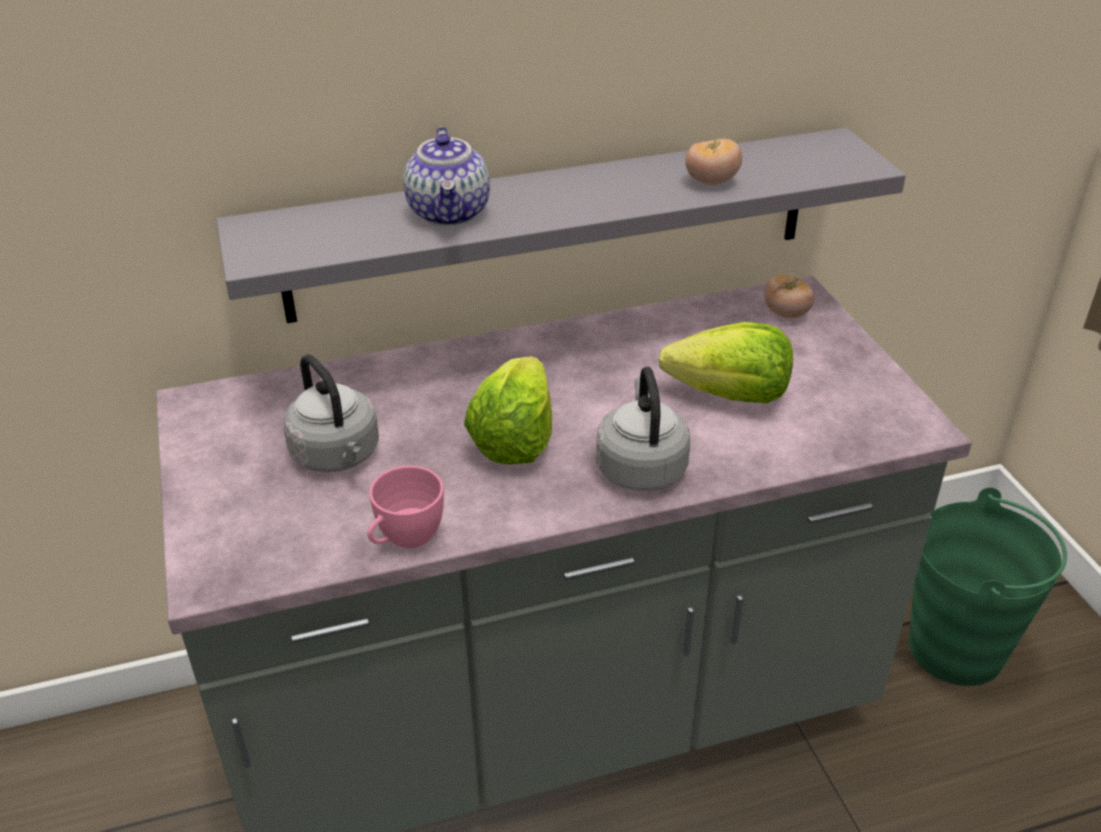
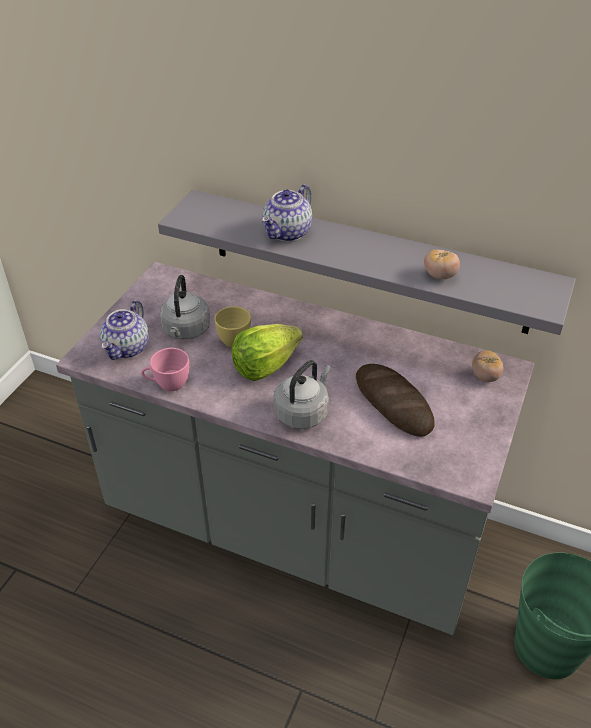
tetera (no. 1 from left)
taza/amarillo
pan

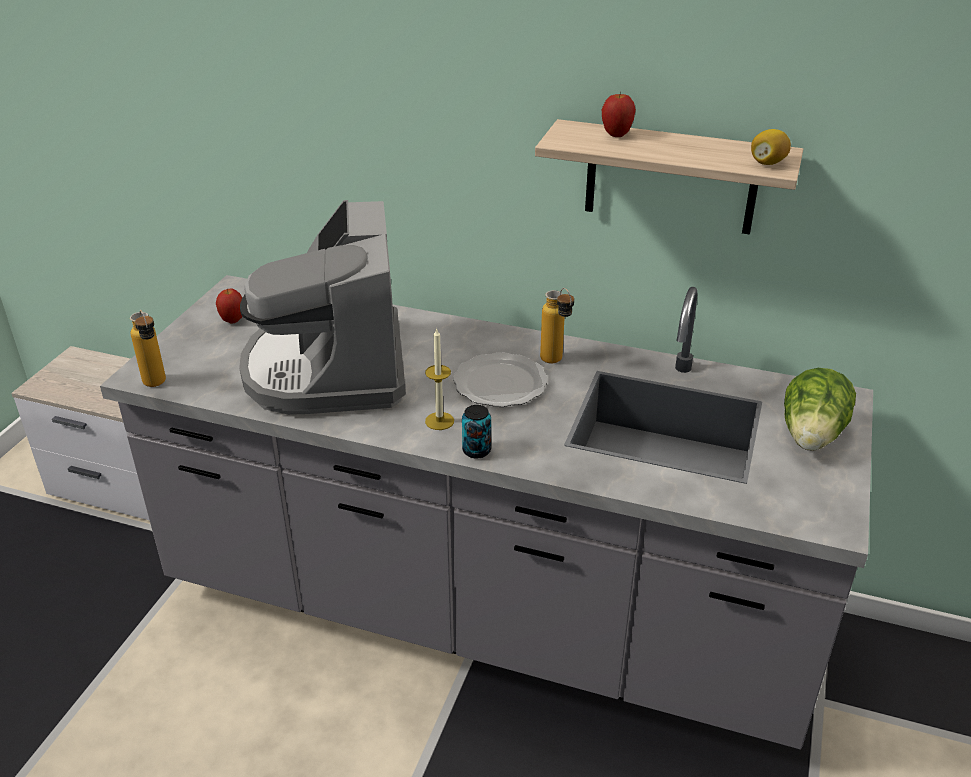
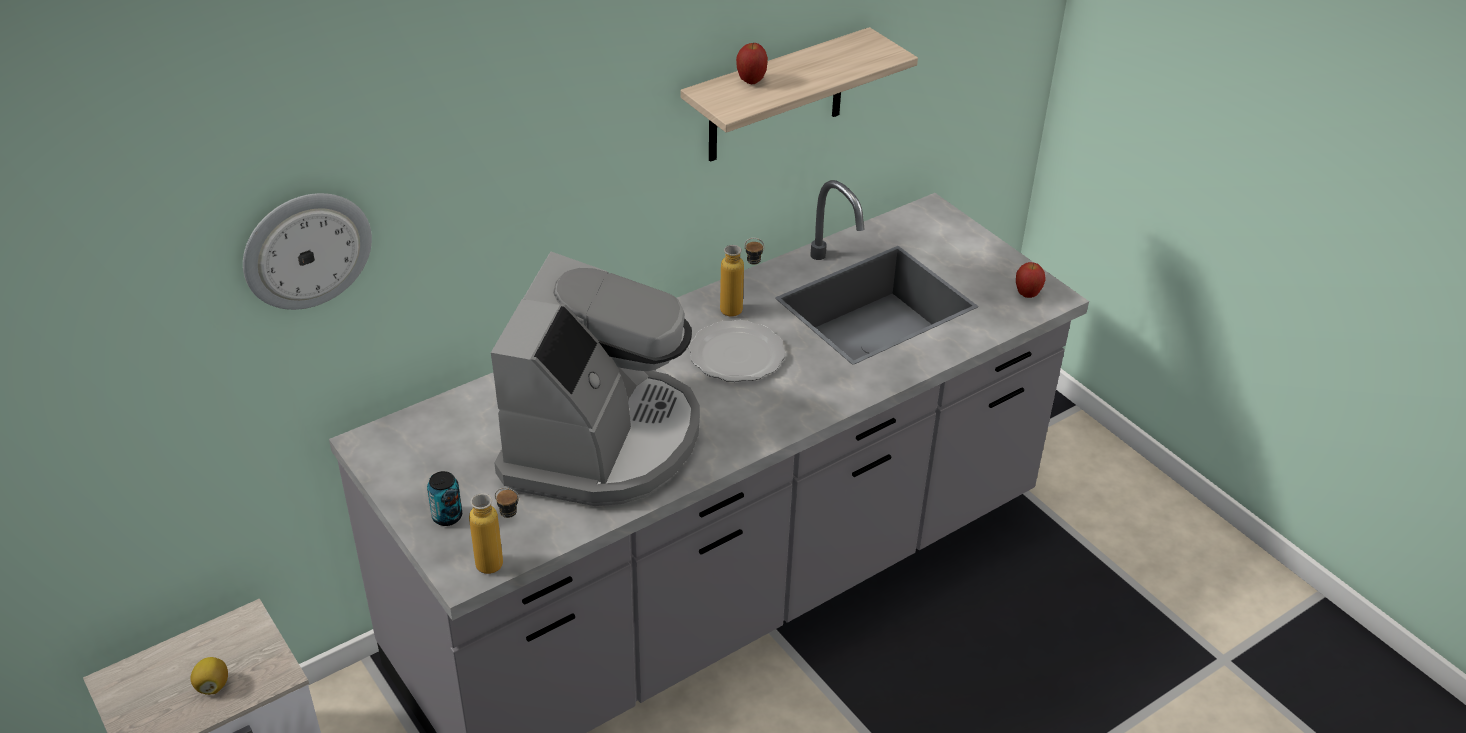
limón
reloj de pared
lata
cafetera
manzana (no. 2 from left)
vela
lechuga

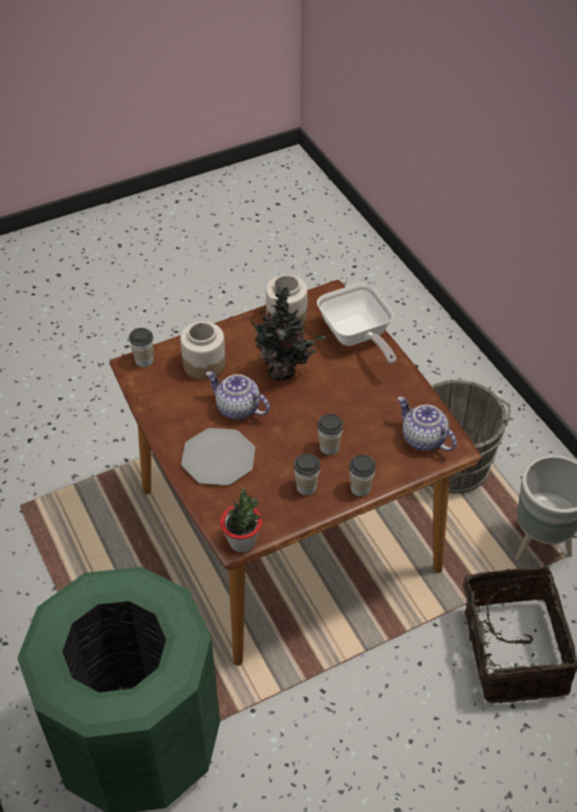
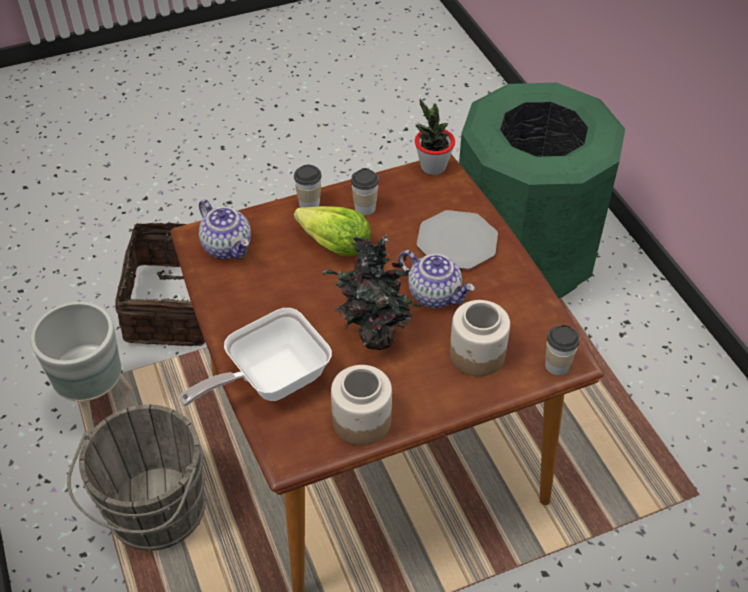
sartén
lechuga

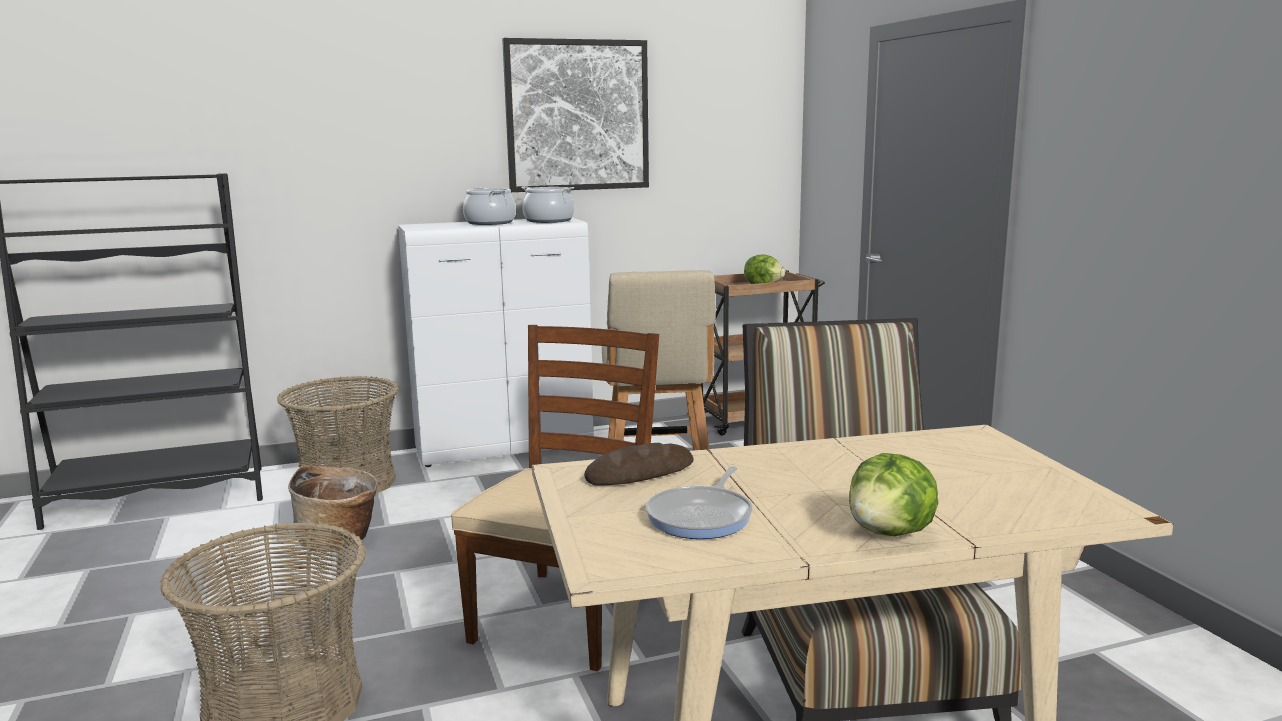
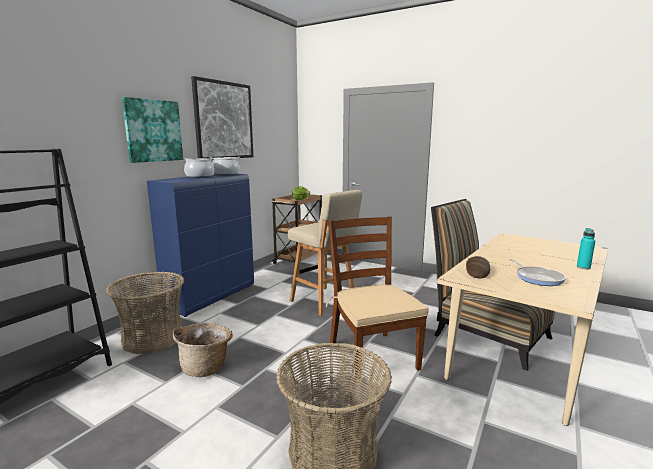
cuadro (no. 1 from left)
armario/azul
botella/turquesa

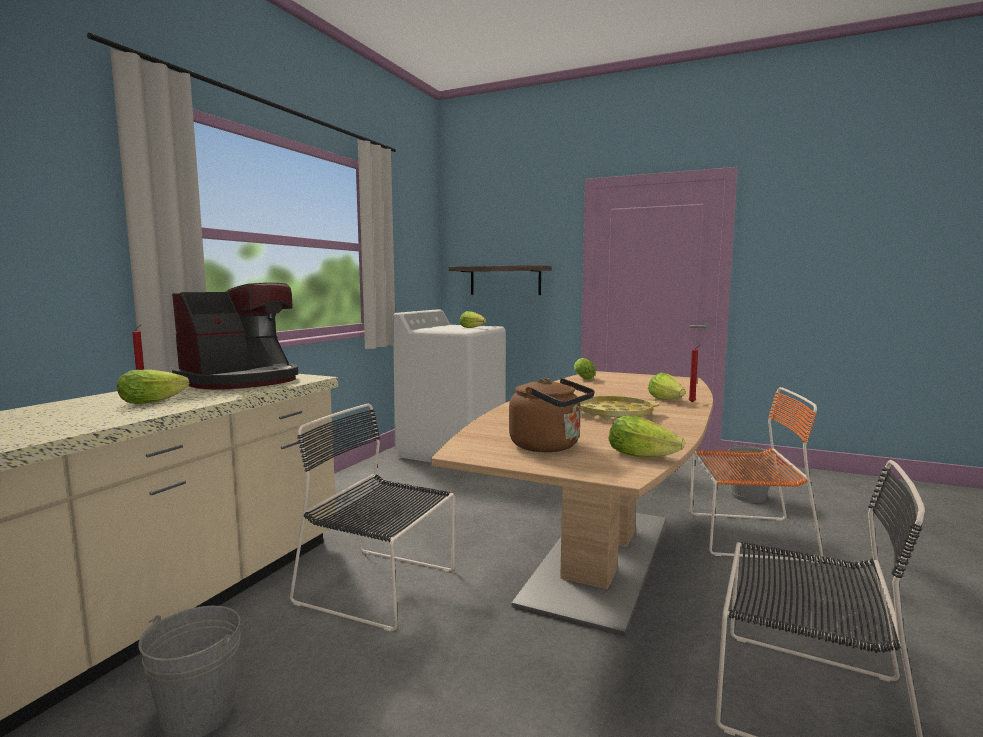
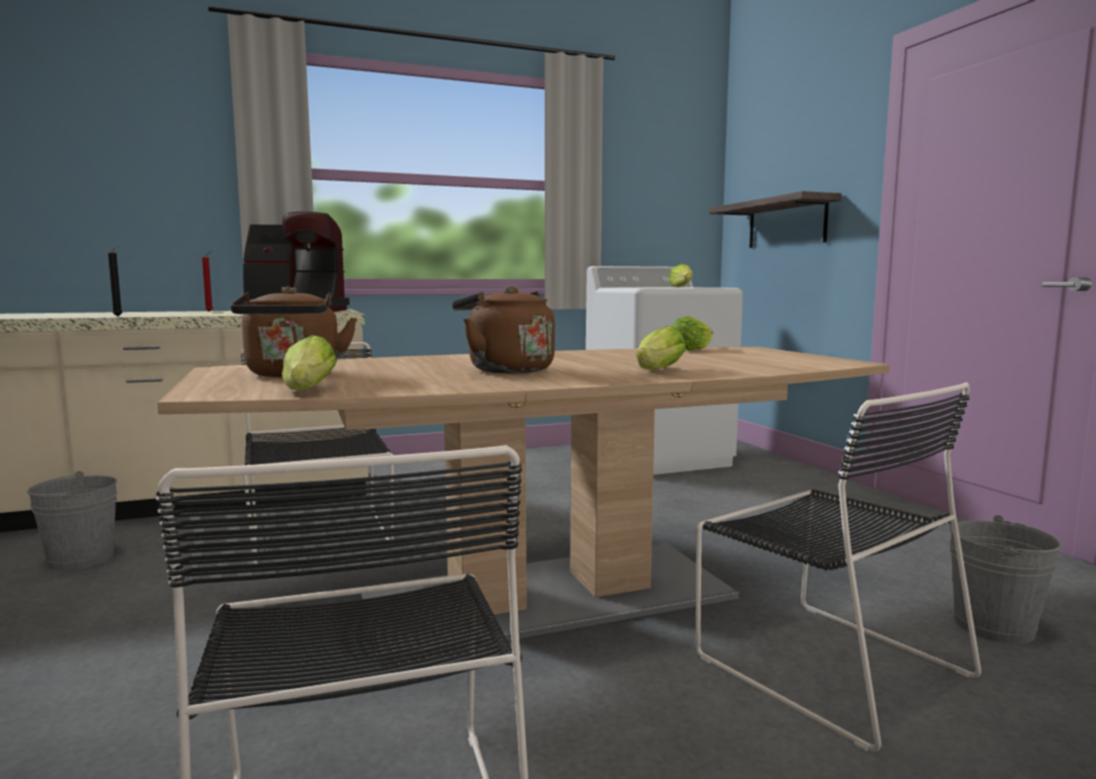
vela/negro
hervidor/marrón (no. 2 from left)
silla/negro (no. 3 from left)
lechuga (no. 1 from left in the first image)
vela/rojo (no. 2 from left in the first image)

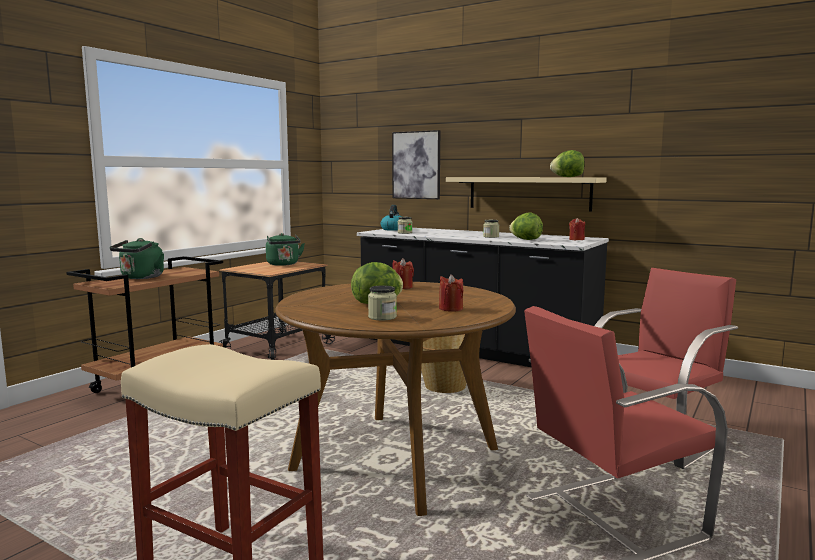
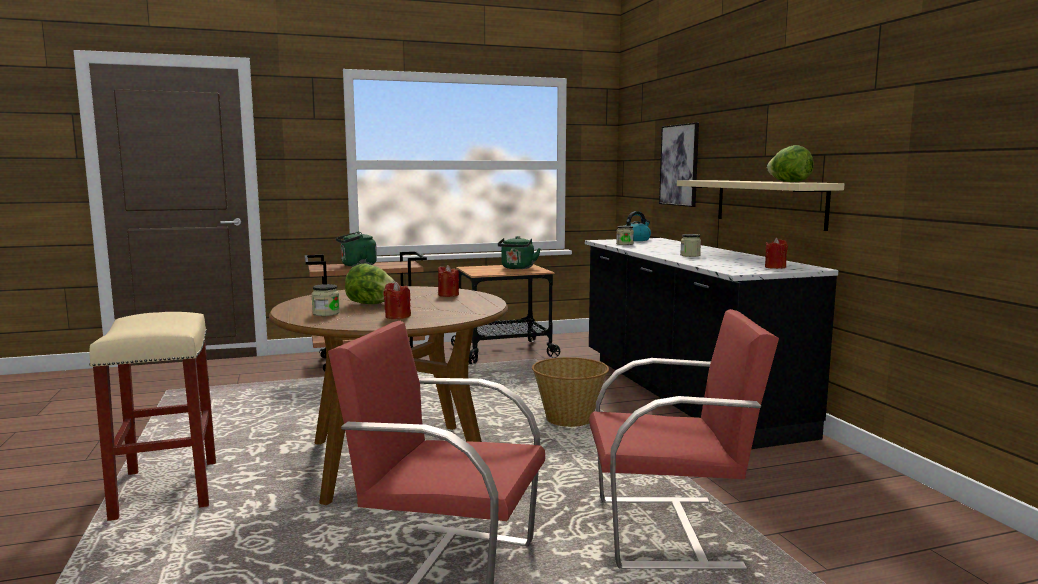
lechuga (no. 2 from left in the first image)

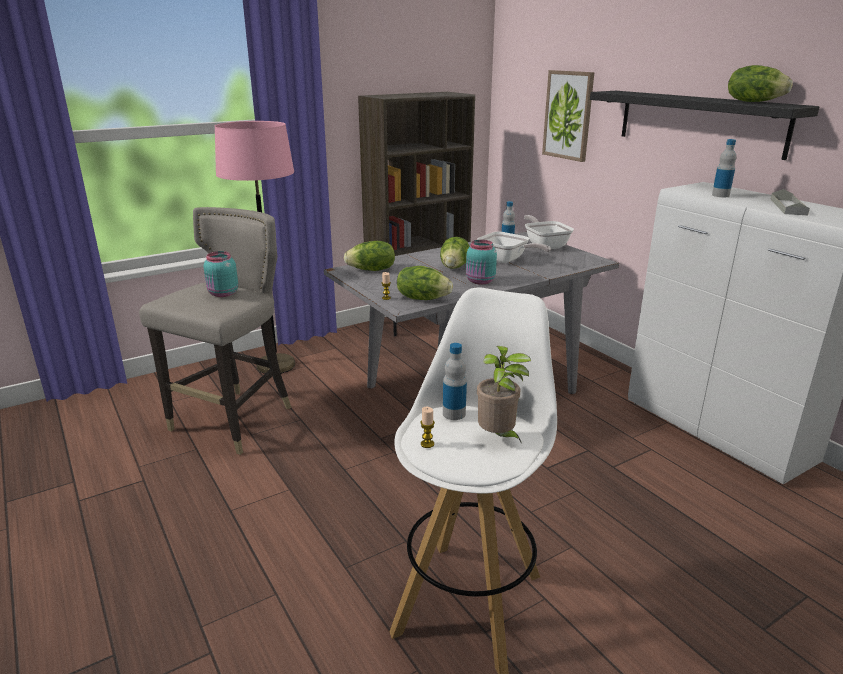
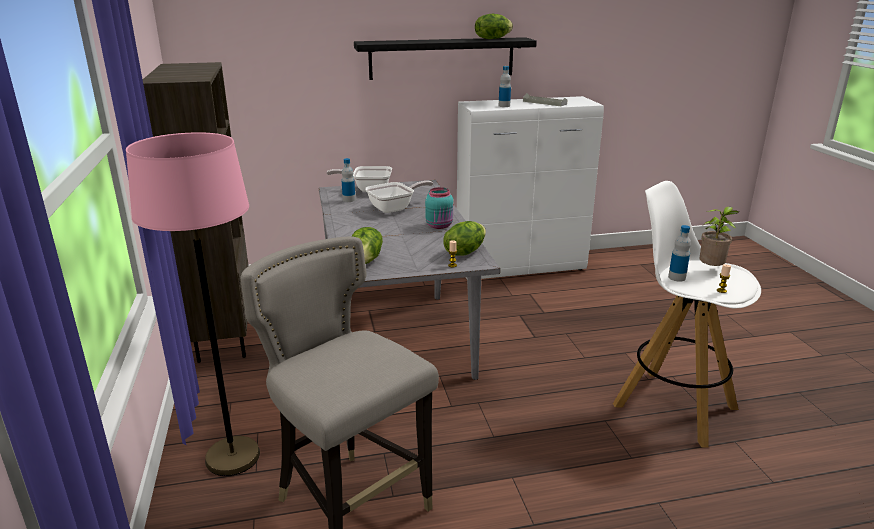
tarro/turquesa (no. 1 from left in the first image)
lechuga (no. 3 from left in the first image)
cuadro

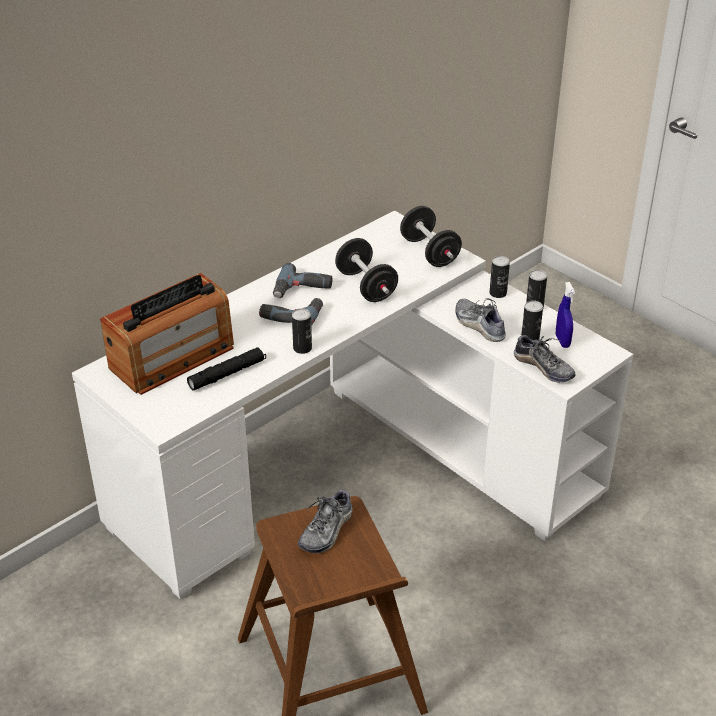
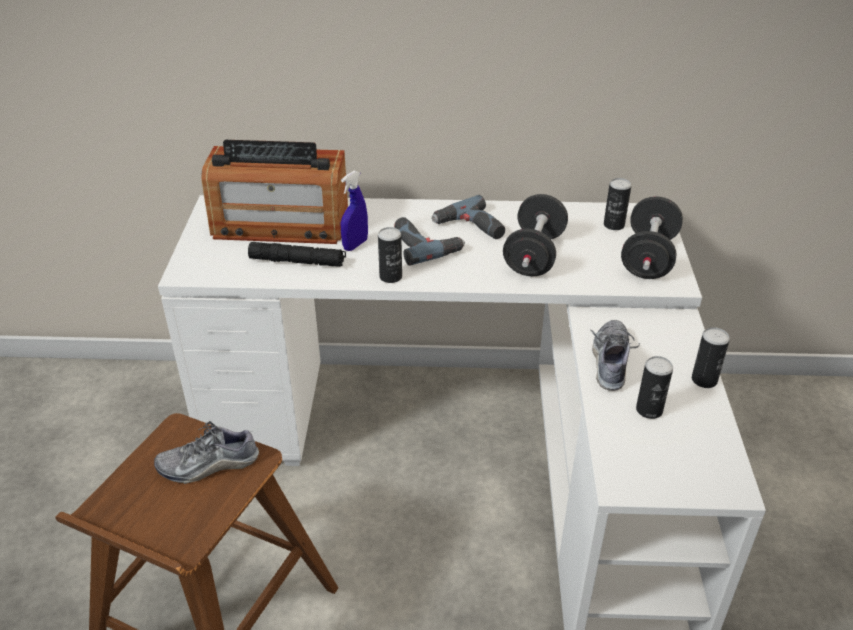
pulverizador/azul
lata (no. 2 from left)
zapato (no. 3 from left in the first image)

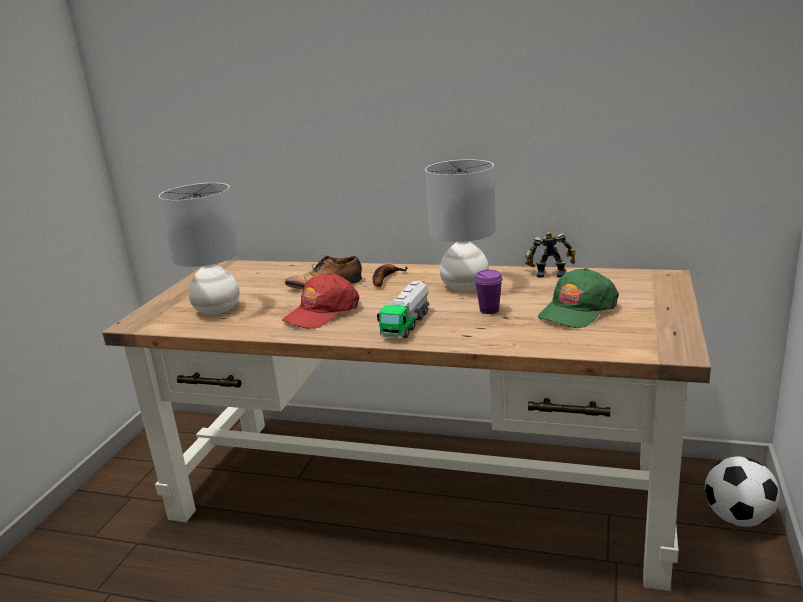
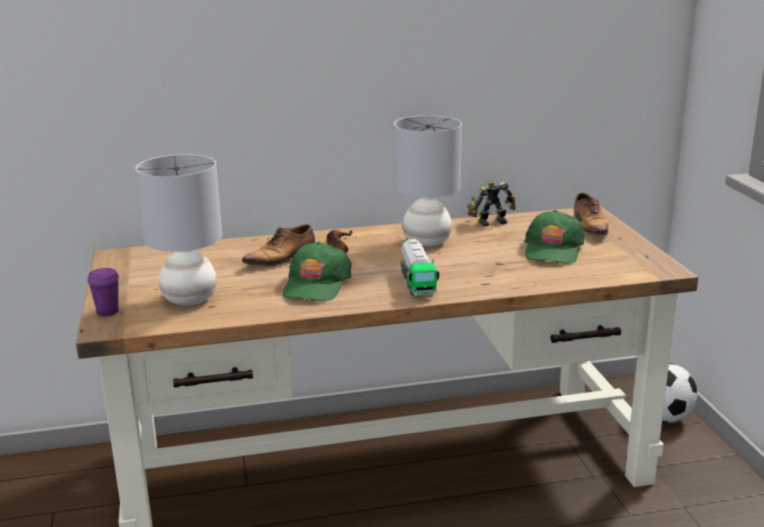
taza/morado
gorra/verde (no. 1 from left)
zapato (no. 2 from left)

